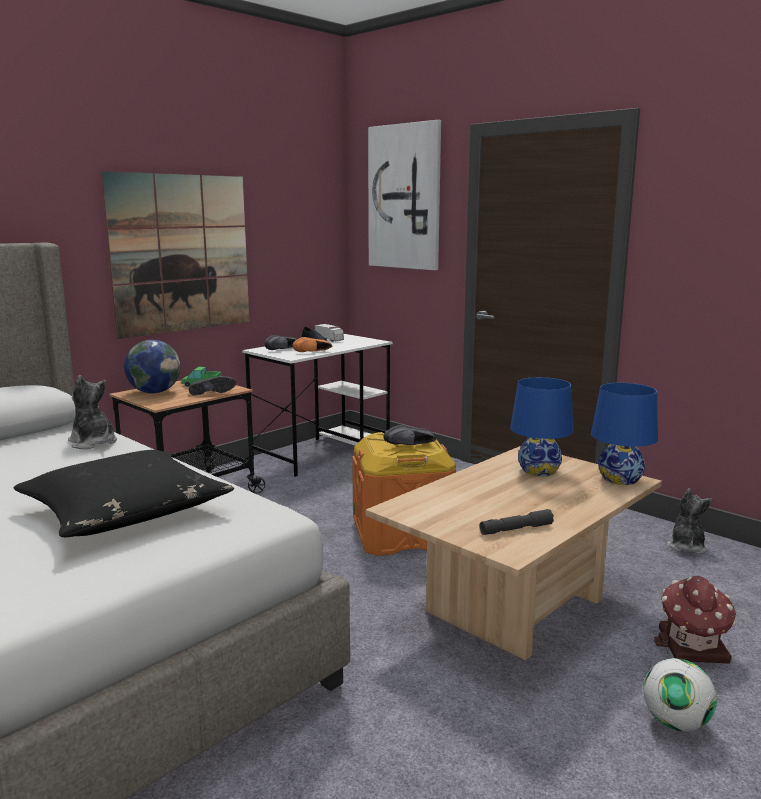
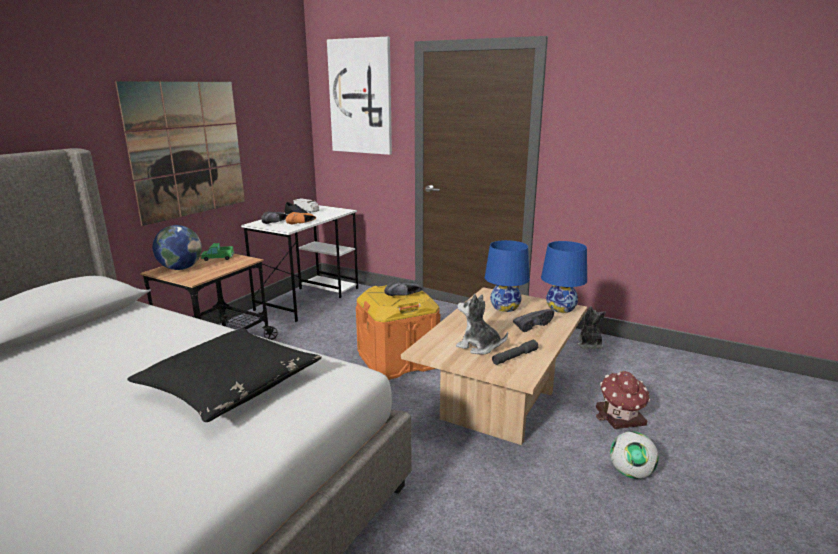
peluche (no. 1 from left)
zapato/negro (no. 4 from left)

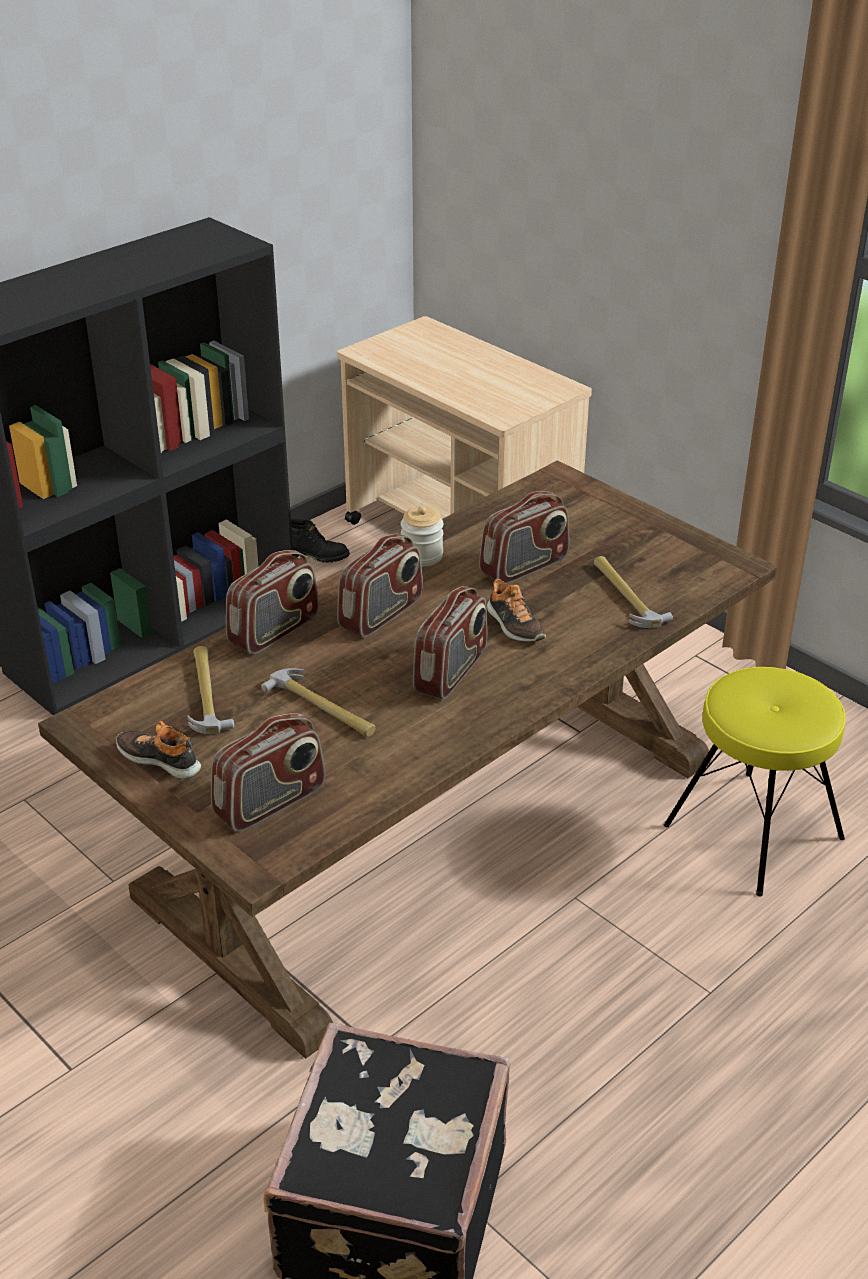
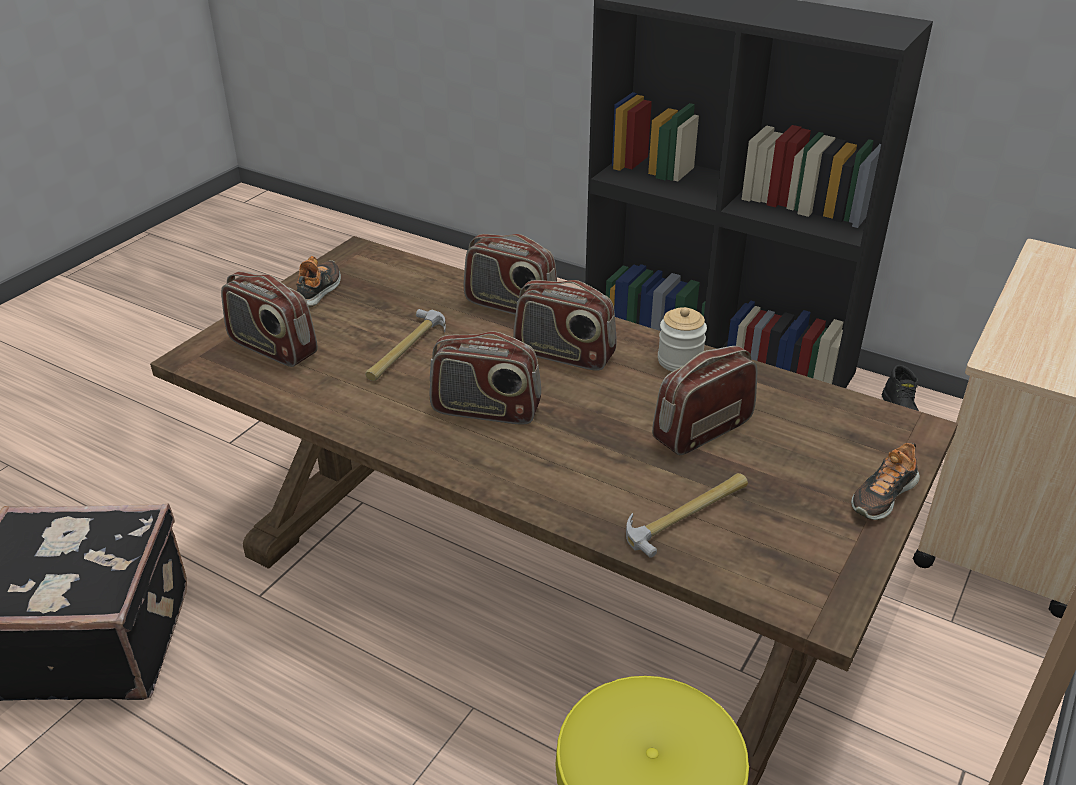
radio (no. 5 from left)
zapato (no. 2 from left)
martillo (no. 1 from left in the first image)

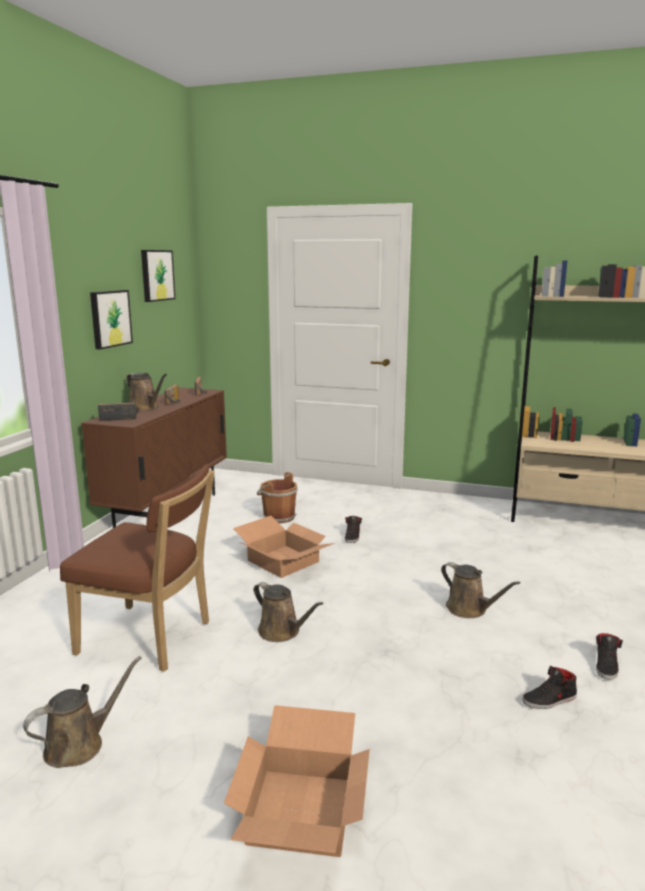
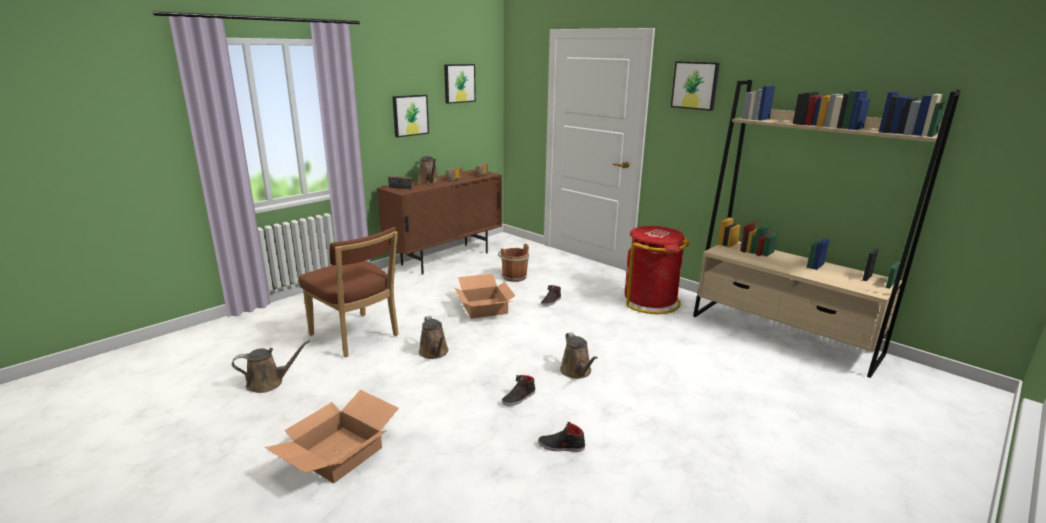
zapato/negro (no. 1 from left)
papelera/rojo
cuadro (no. 3 from left)

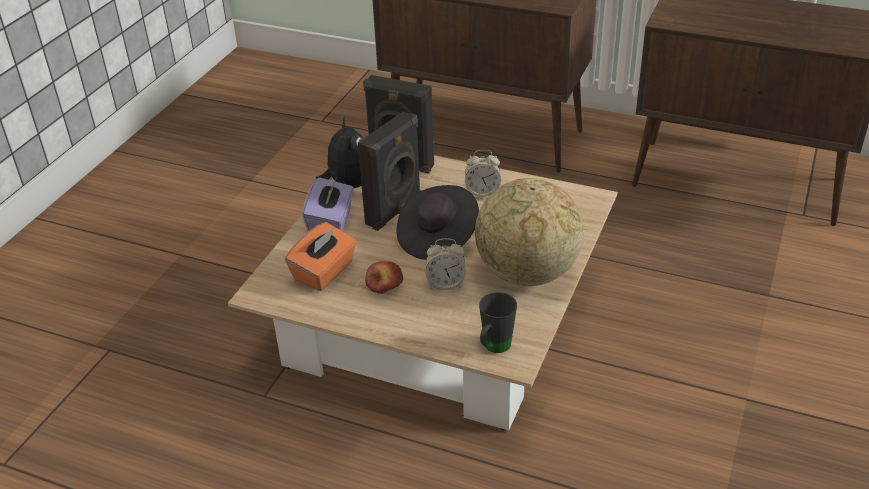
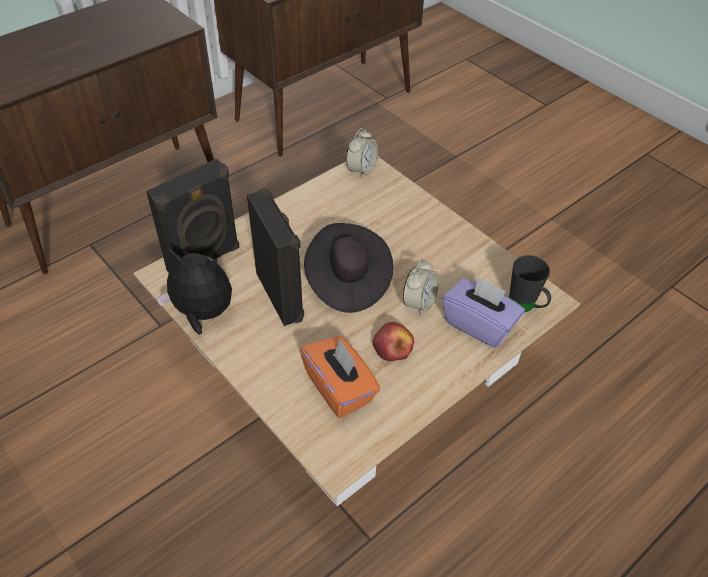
despertador (no. 1 from left)
caja de pañuelos/morado
globo terráqueo

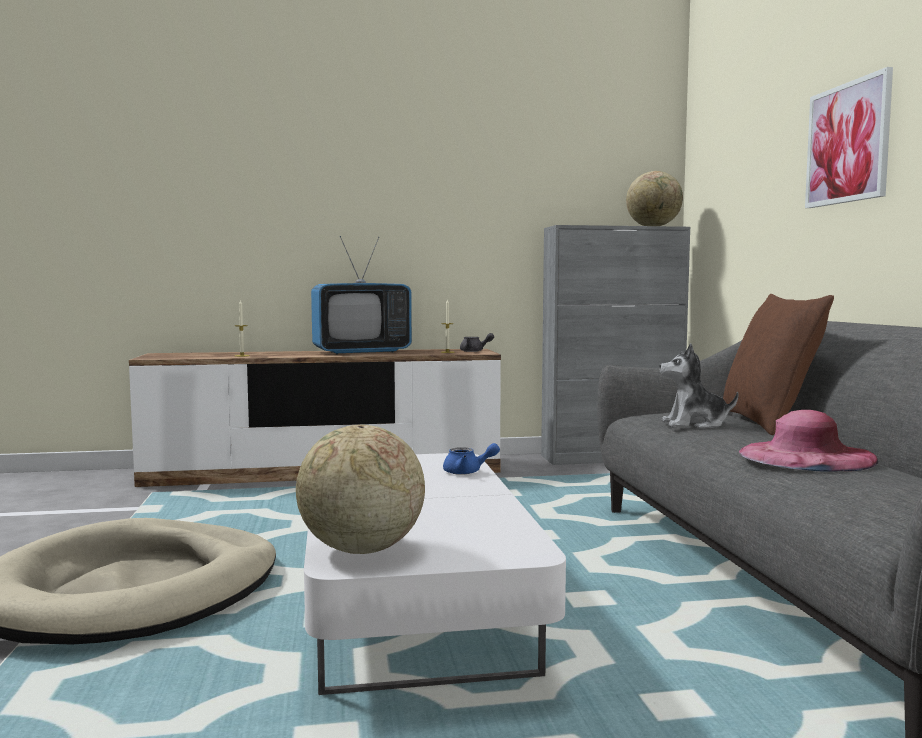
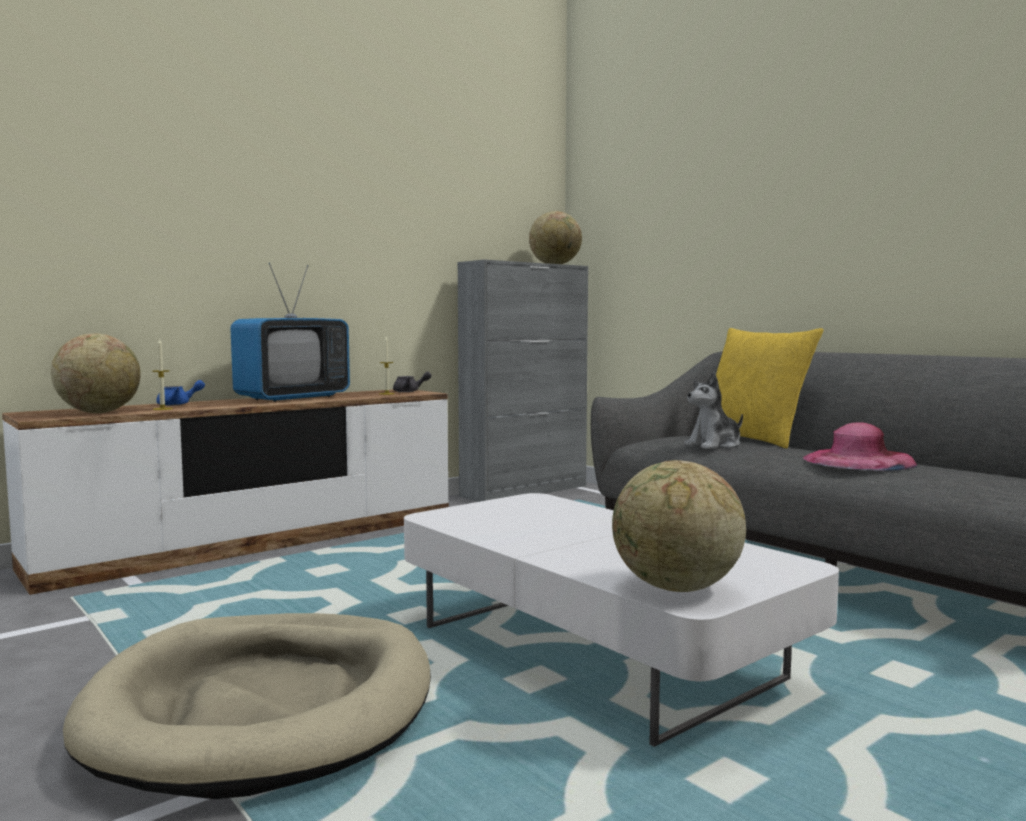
globo terráqueo (no. 1 from left)
tetera/azul
cojín/amarillo
cuadro

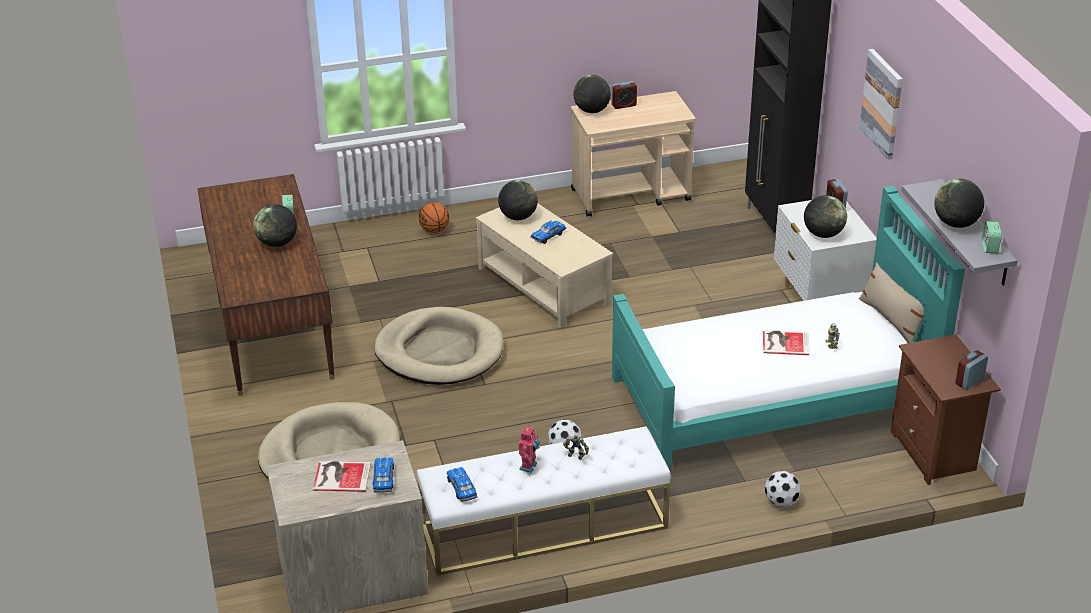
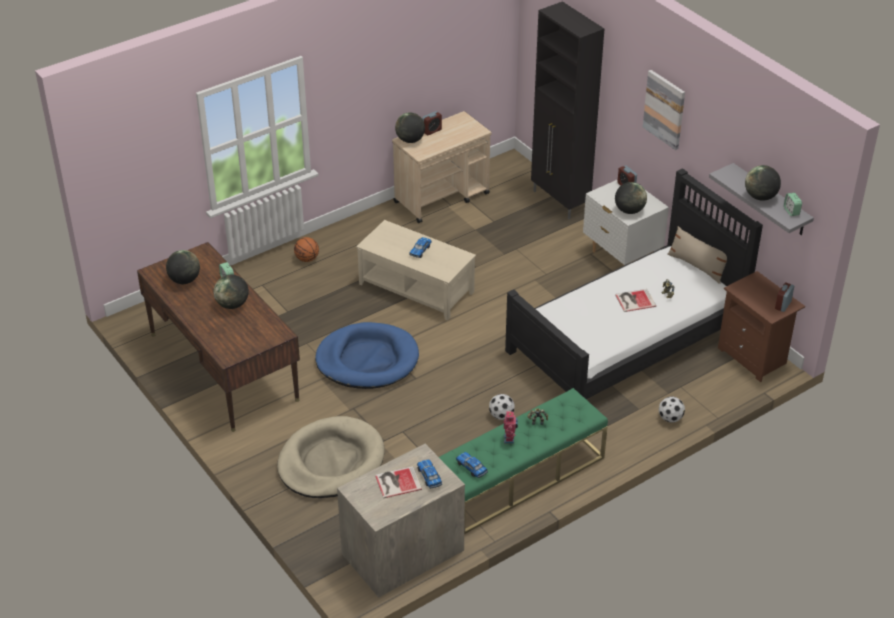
globo terráqueo (no. 1 from left)
cama para perro/azul
banco/verde
cama/negro

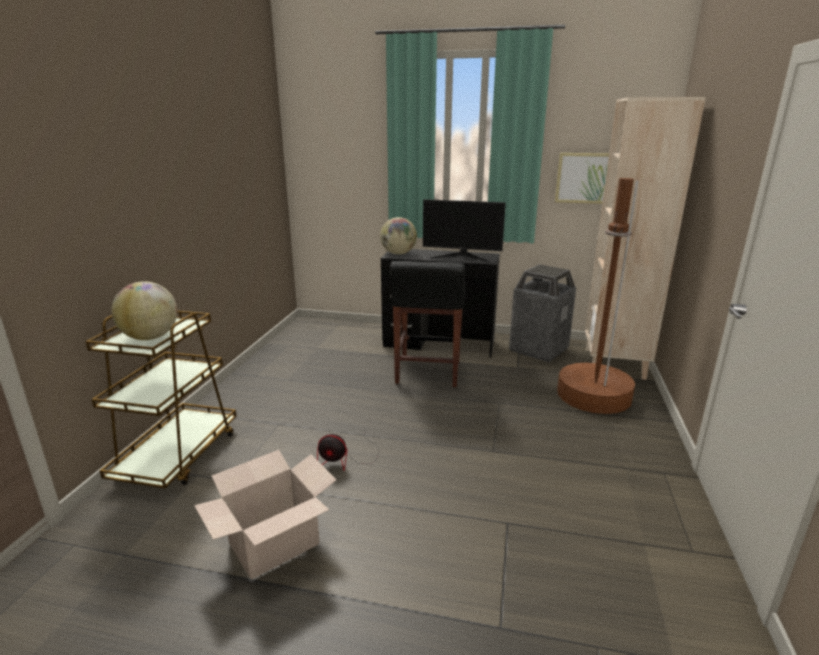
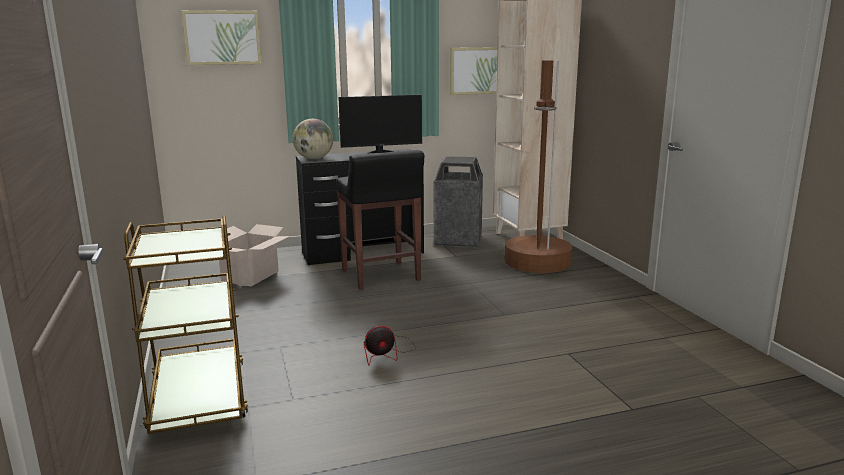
cuadro (no. 1 from left)
caja de cartón
globo terráqueo (no. 1 from left in the first image)

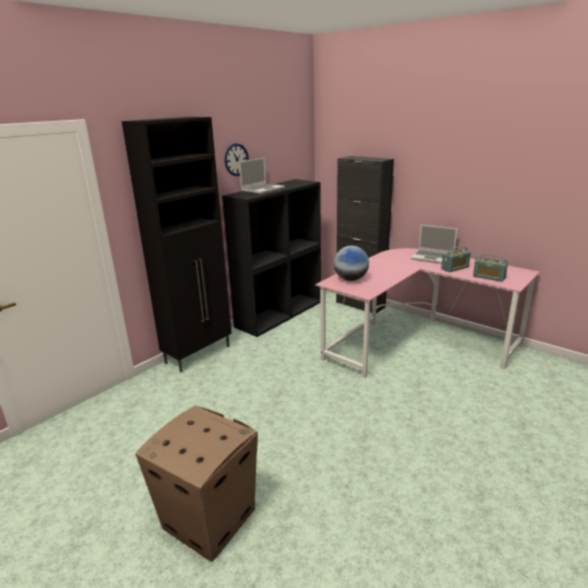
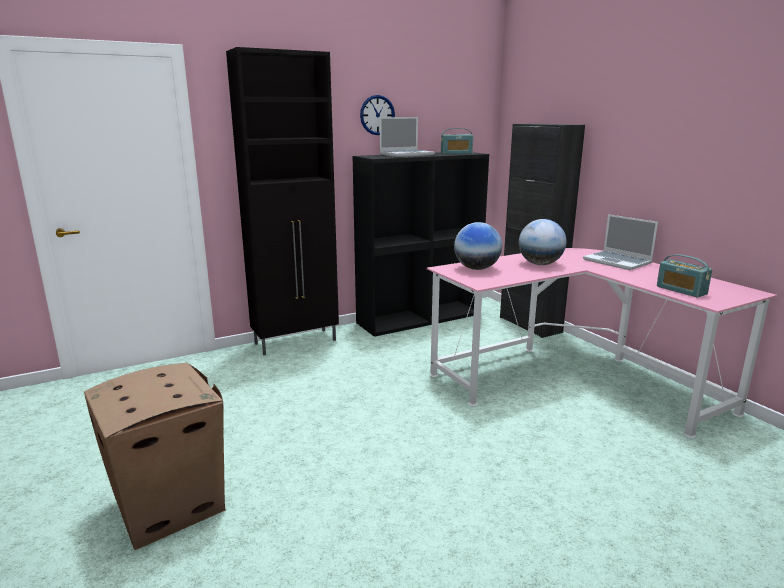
radio (no. 1 from left)
globo terráqueo (no. 2 from left)

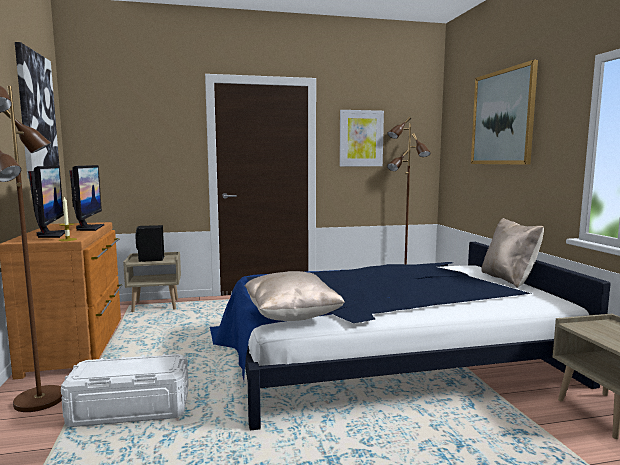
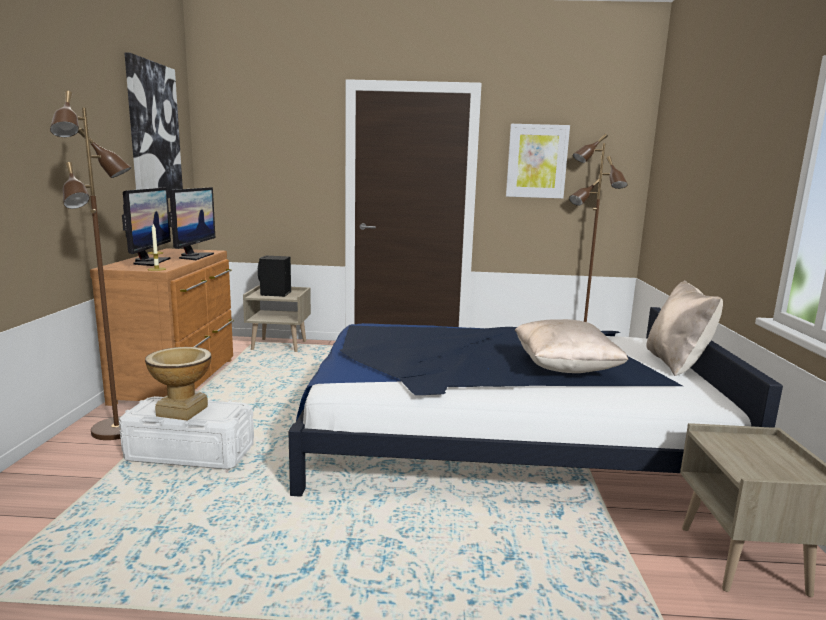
florero
cojín/beis (no. 1 from left)
cuadro (no. 3 from left in the first image)

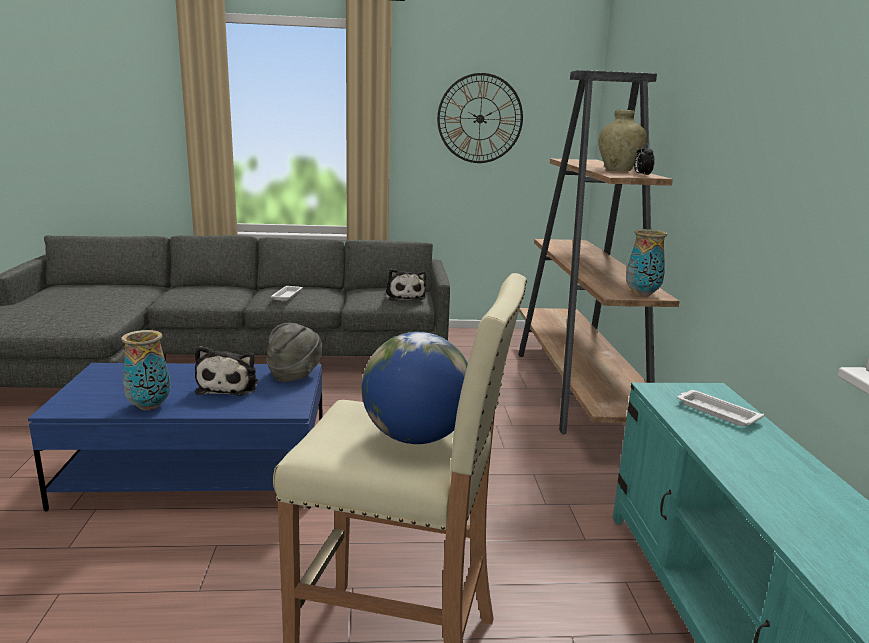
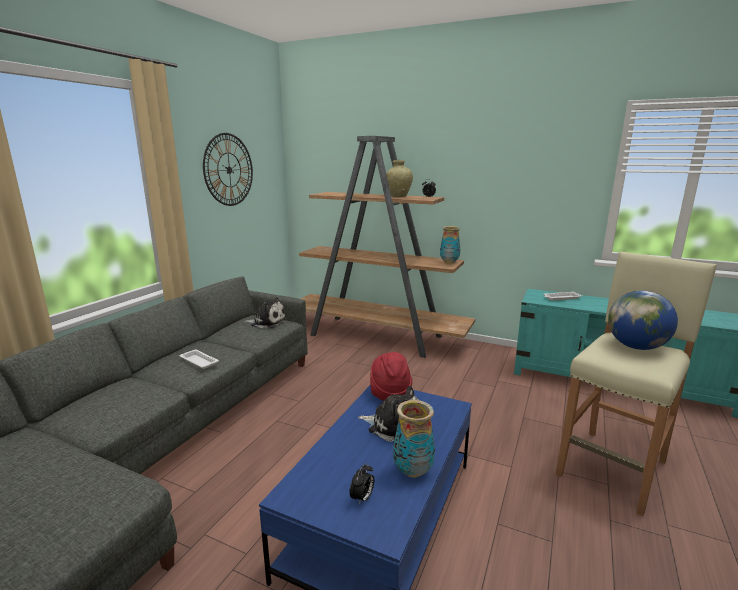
despertador (no. 1 from left)
sombrero/rojo

